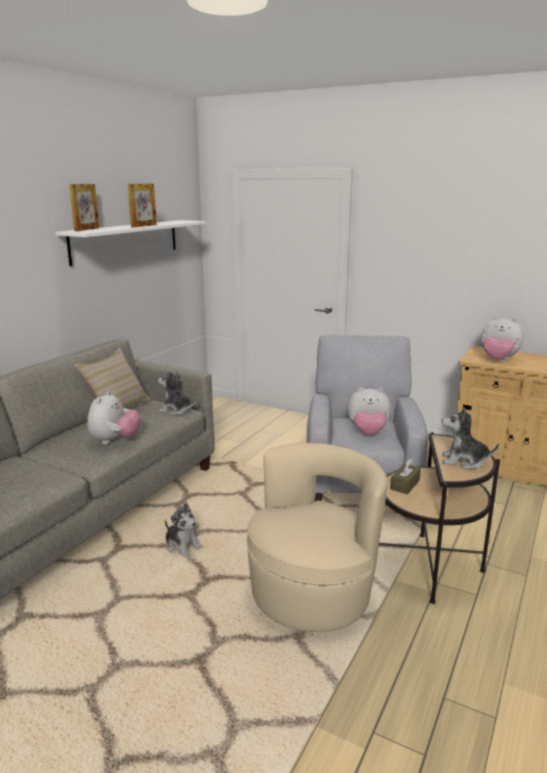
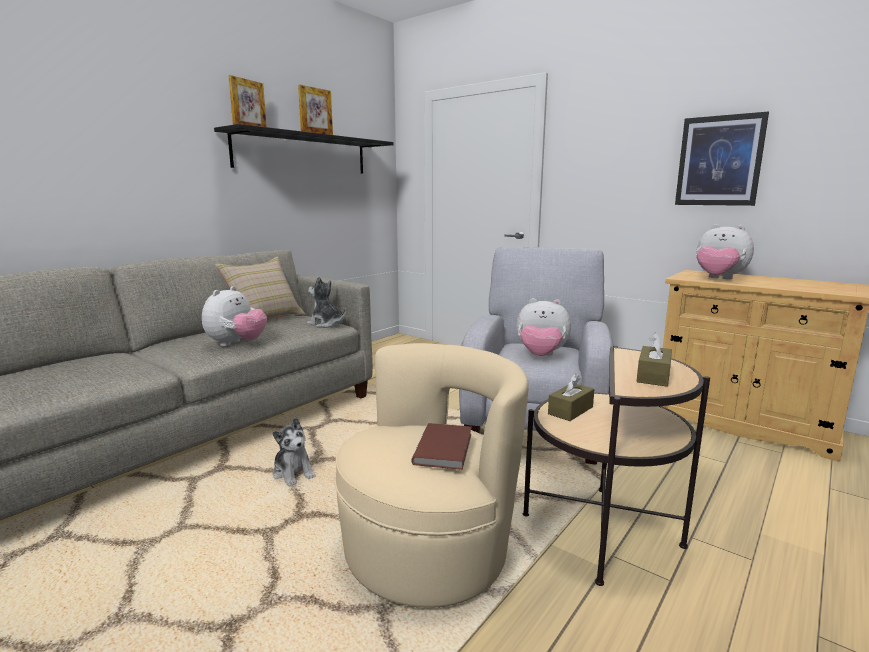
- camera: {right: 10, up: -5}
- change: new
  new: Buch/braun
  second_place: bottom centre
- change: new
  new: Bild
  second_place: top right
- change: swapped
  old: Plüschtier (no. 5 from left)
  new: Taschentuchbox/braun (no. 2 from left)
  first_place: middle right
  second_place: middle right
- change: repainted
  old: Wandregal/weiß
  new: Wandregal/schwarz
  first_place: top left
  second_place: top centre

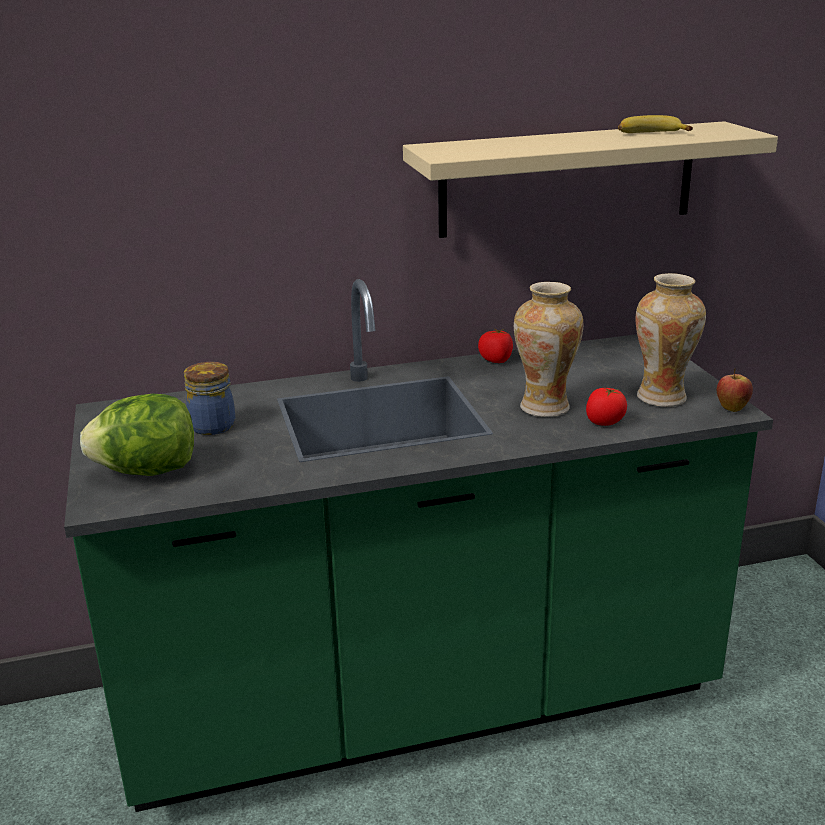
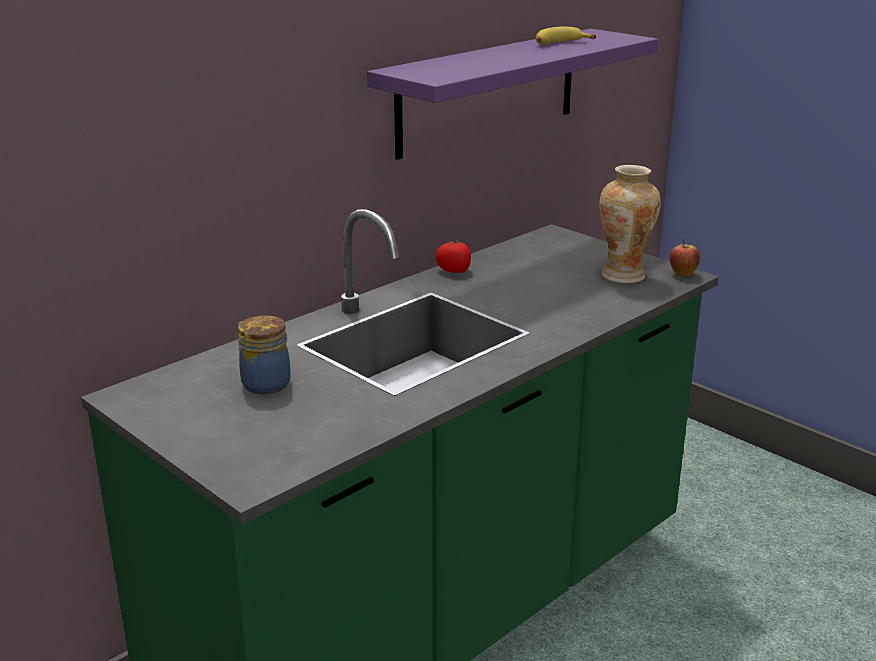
- camera: {right: -30, up: 0}
- change: gone
  old: Salatkopf
  first_place: middle left
- change: gone
  old: Vase (no. 1 from left)
  first_place: centre
- change: gone
  old: Tomate (no. 2 from left)
  first_place: middle right
- change: repainted
  old: Wandregal/beige
  new: Wandregal/lila
  first_place: top right
  second_place: top centre

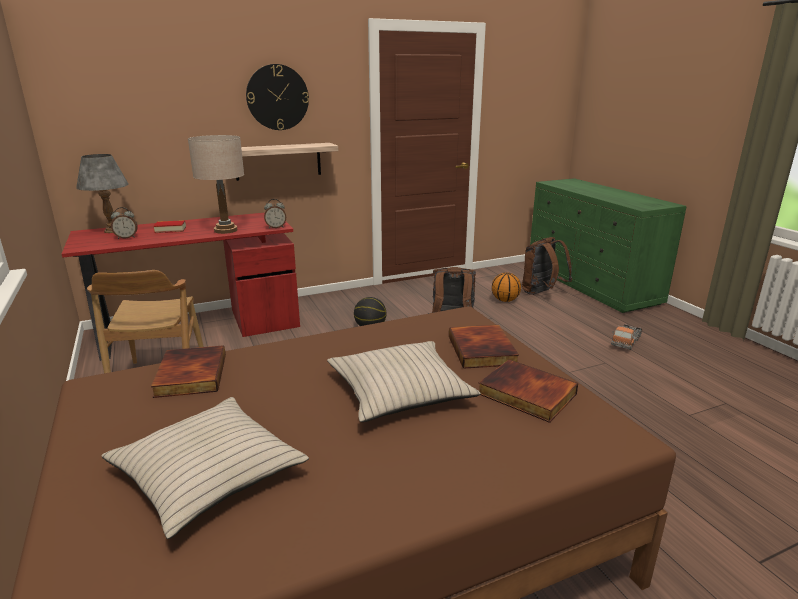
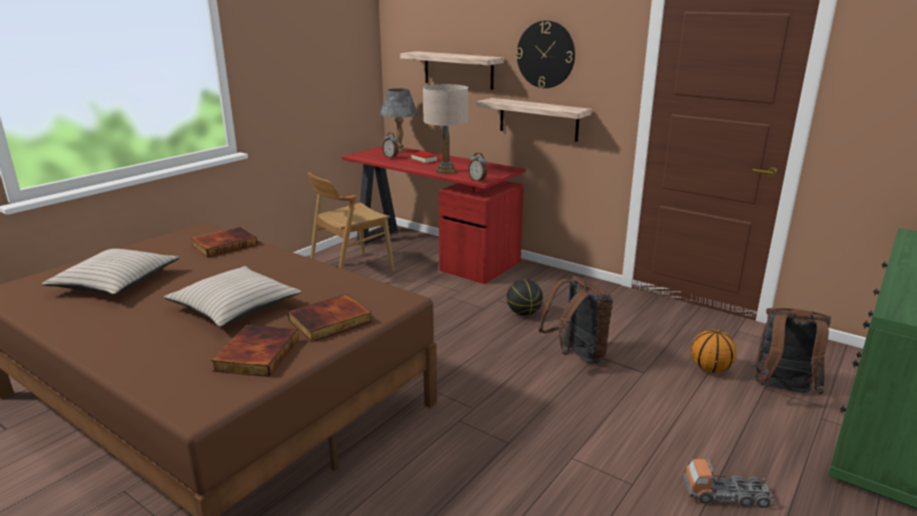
- camera: {right: 60, up: 0}
- change: new
  new: Wandregal (no. 1 from left)
  second_place: top centre

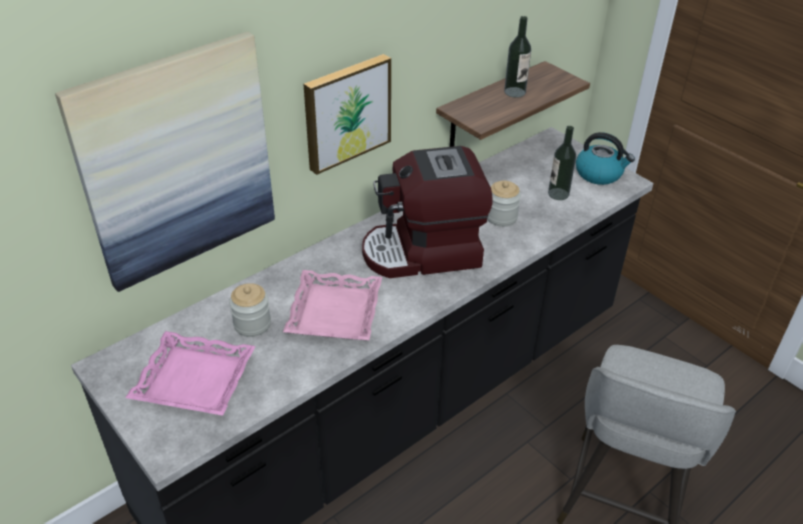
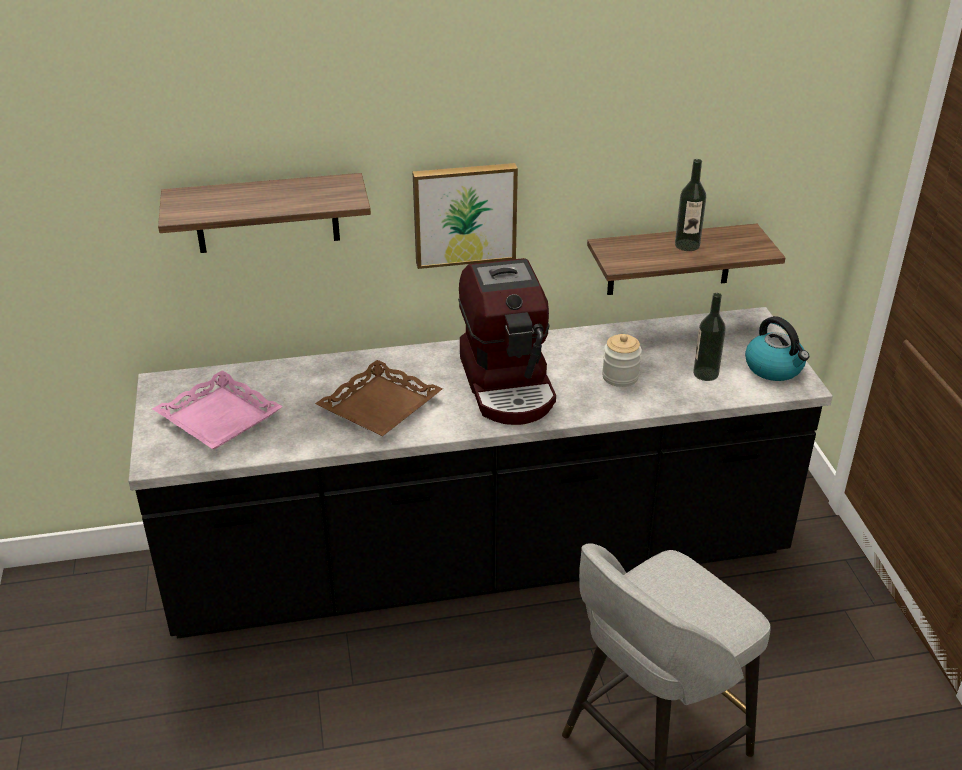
- camera: {right: 30, up: -5}
- change: gone
  old: Vorratsglas (no. 1 from left)
  first_place: middle left
- change: swapped
  old: Bild (no. 1 from left)
  new: Wandregal (no. 1 from left)
  first_place: top left
  second_place: top left
- change: repainted
  old: Tablett/rosa (no. 2 from left)
  new: Tablett/braun
  first_place: centre
  second_place: centre
- change: rotated
  old: Kaffeemaschine
  first_place: centre
  second_place: centre
  degrees: -120

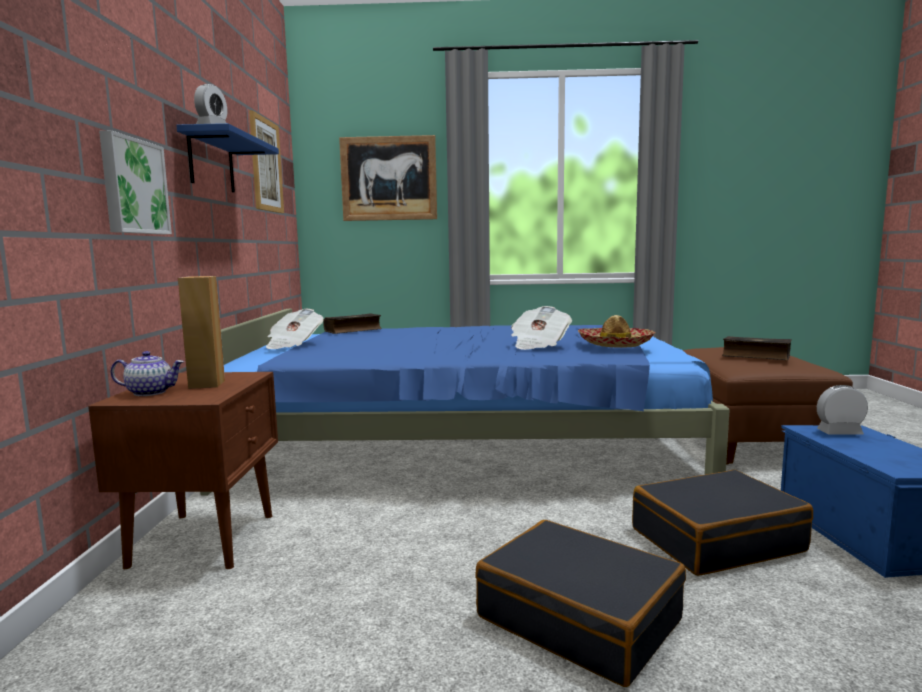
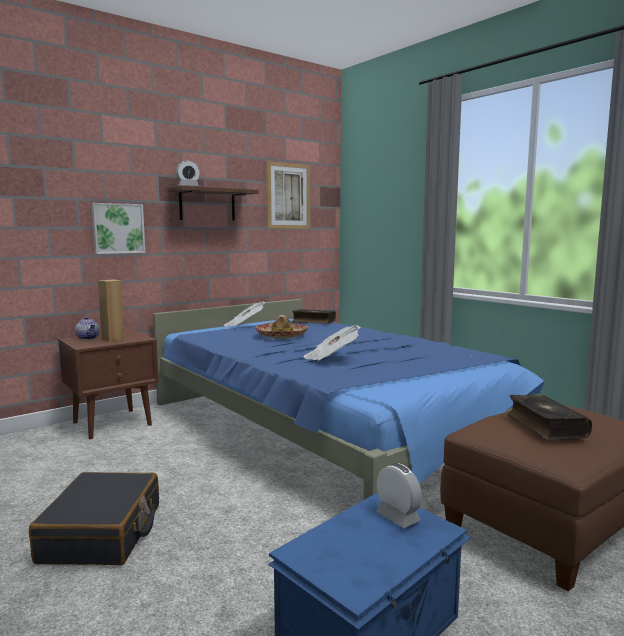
- camera: {right: 50, up: 0}
- change: gone
  old: Bild (no. 3 from left)
  first_place: top centre
- change: gone
  old: Koffer/schwarz (no. 2 from left)
  first_place: bottom right
- change: shifted
  old: Hut
  first_place: middle right
  second_place: centre
- change: repainted
  old: Wandregal/blau
  new: Wandregal/braun
  first_place: top left
  second_place: top centre

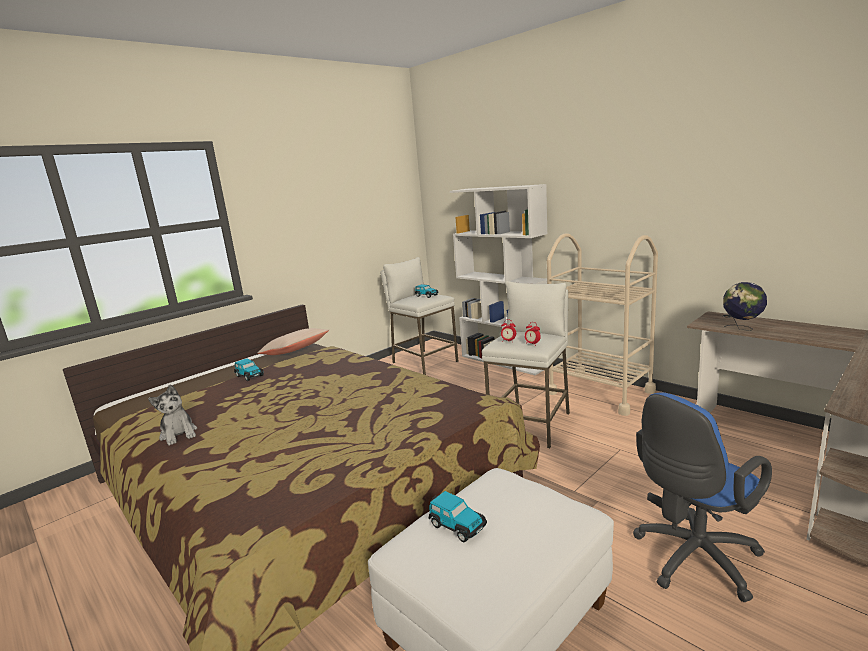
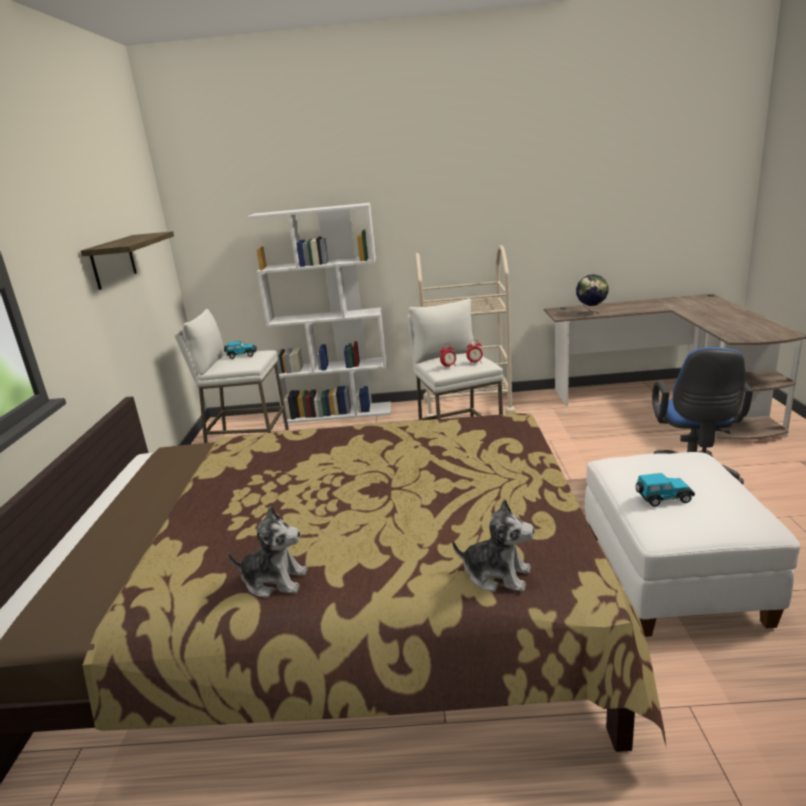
- camera: {right: -45, up: 5}
- change: gone
  old: Spielzeugauto (no. 1 from left)
  first_place: middle left
- change: gone
  old: Kissen/beige
  first_place: centre
- change: new
  new: Wandregal
  second_place: top left
- change: new
  new: Plüschtier (no. 2 from left)
  second_place: bottom centre

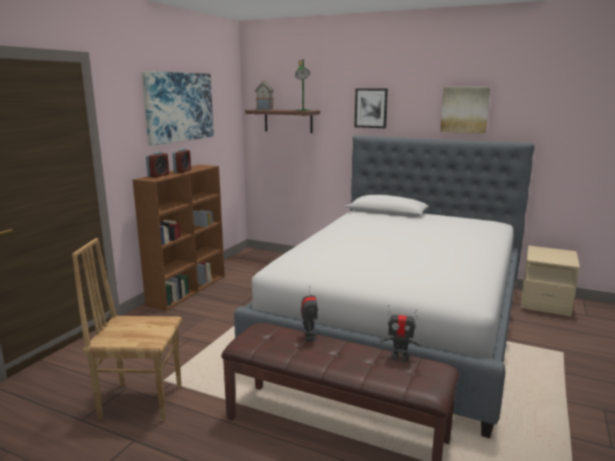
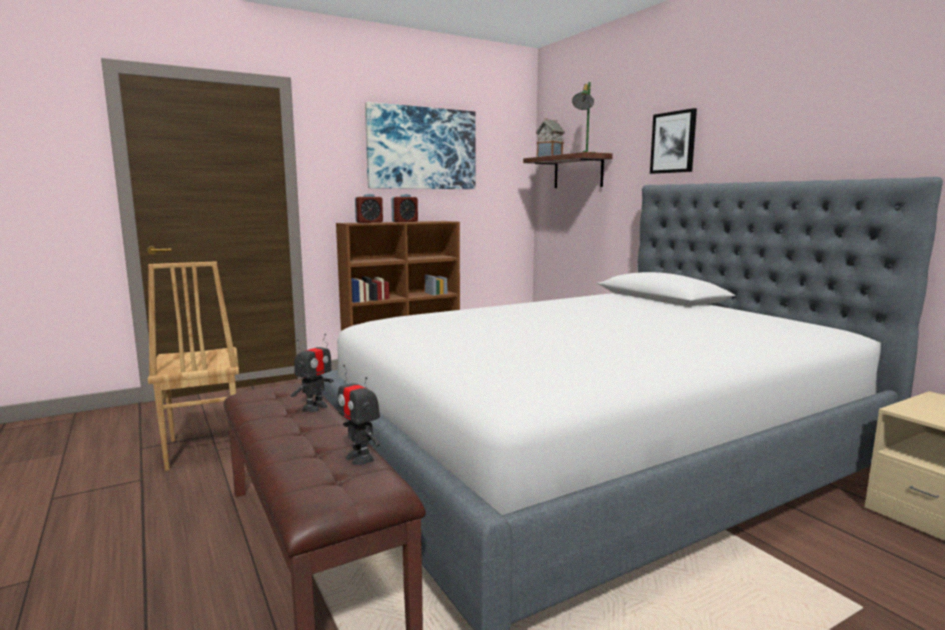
- camera: {right: 35, up: -5}
- change: gone
  old: Bild (no. 3 from left)
  first_place: top right
- change: rotated
  old: Stuhl/braun
  first_place: bottom left
  second_place: middle left
  degrees: -150

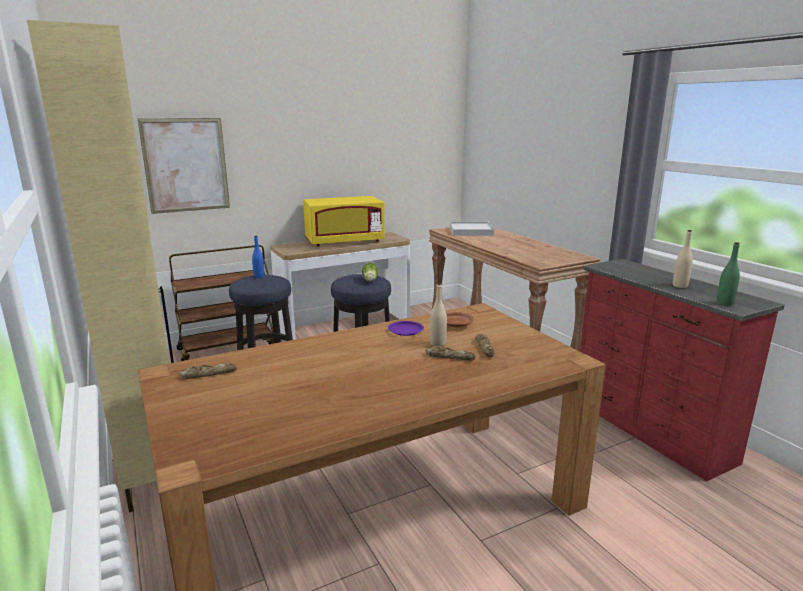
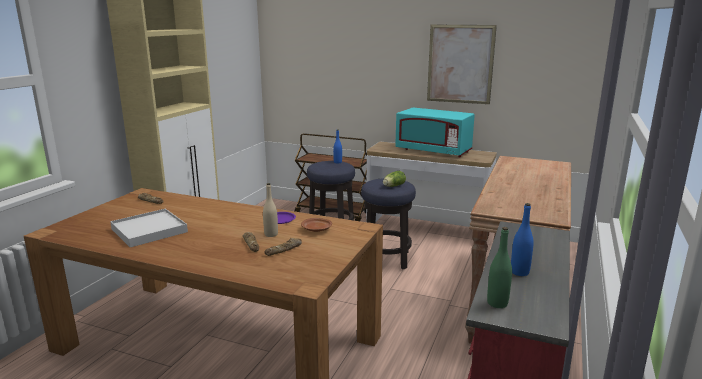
- camera: {right: 50, up: 0}
- change: shifted
  old: Bild
  first_place: top left
  second_place: top centre
- change: shifted
  old: Tablett/weiß
  first_place: centre
  second_place: middle left
- change: repainted
  old: Mikrowelle/gelb
  new: Mikrowelle/türkis
  first_place: centre
  second_place: centre
- change: repainted
  old: Flasche/beige (no. 2 from left)
  new: Flasche/blau (no. 2 from left)
  first_place: middle right
  second_place: middle right

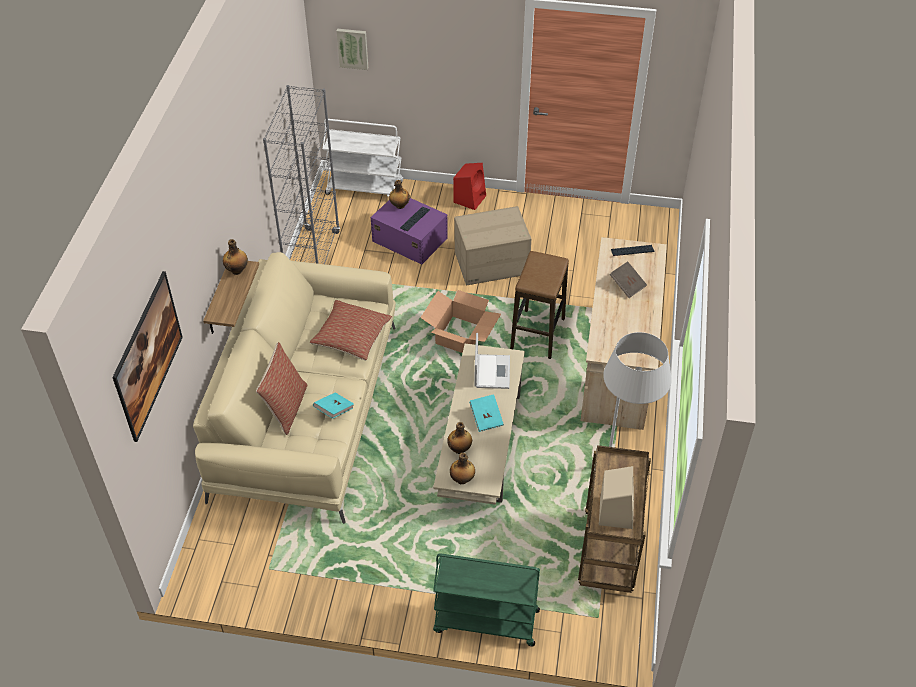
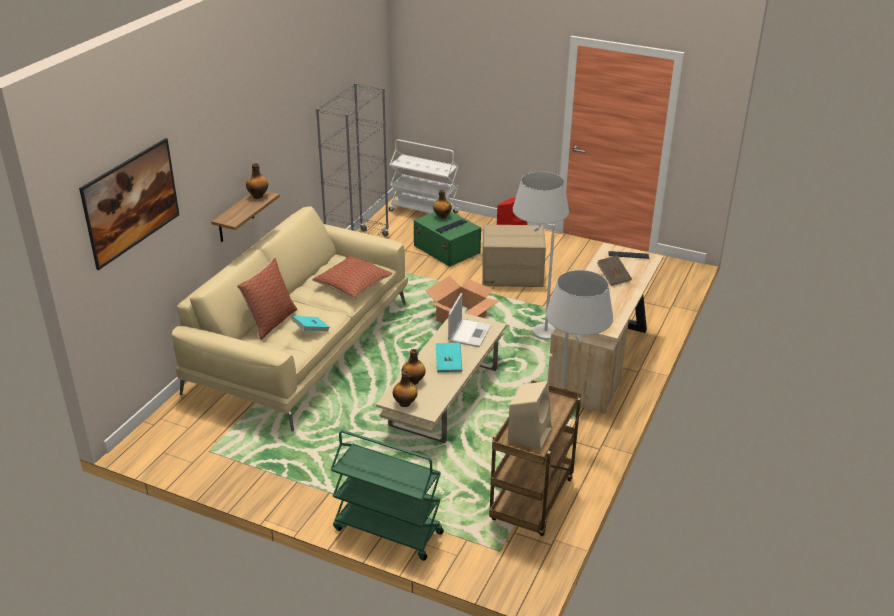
- camera: {right: 15, up: -15}
- change: gone
  old: Bild (no. 2 from left)
  first_place: top centre
- change: swapped
  old: Hocker
  new: Stehlampe/weiß (no. 1 from left)
  first_place: centre
  second_place: centre
- change: repainted
  old: Aufbewahrungsbox/lila
  new: Aufbewahrungsbox/grün
  first_place: centre
  second_place: centre

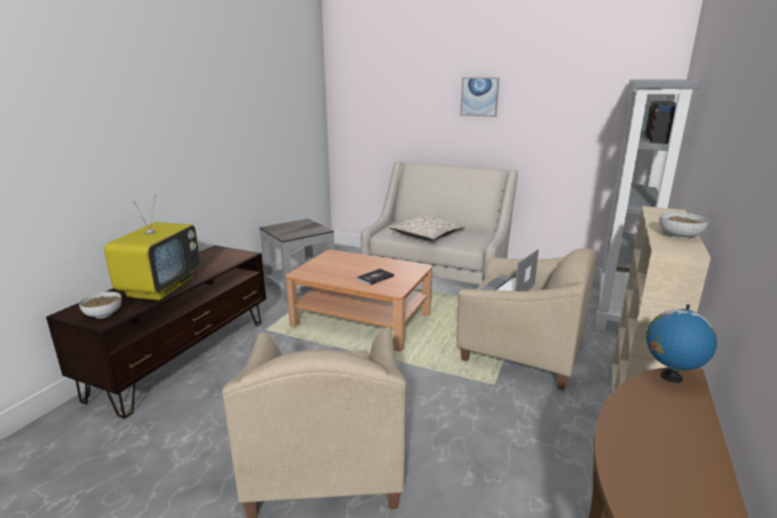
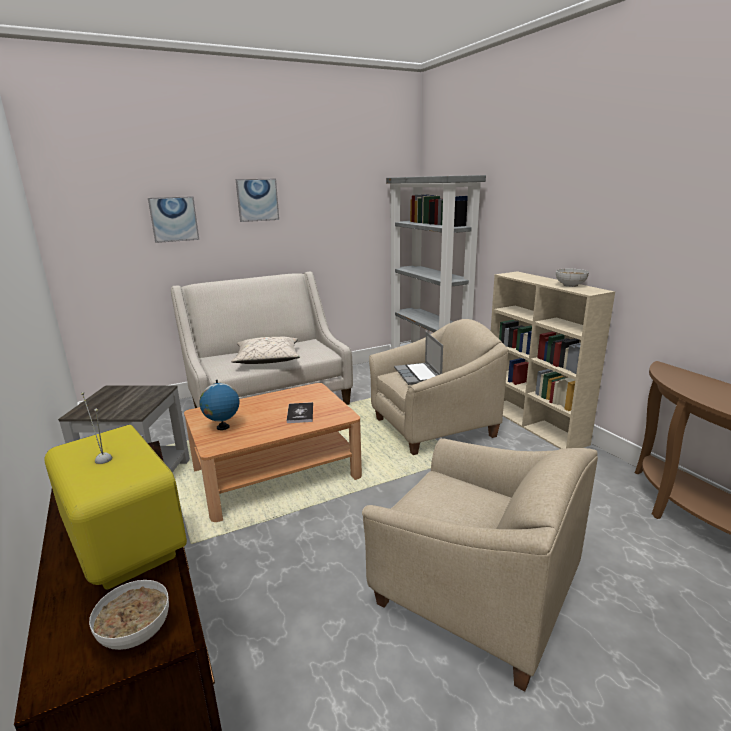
- camera: {right: -50, up: 0}
- change: new
  new: Bild (no. 1 from left)
  second_place: top left
- change: shifted
  old: Globus
  first_place: middle right
  second_place: middle left

